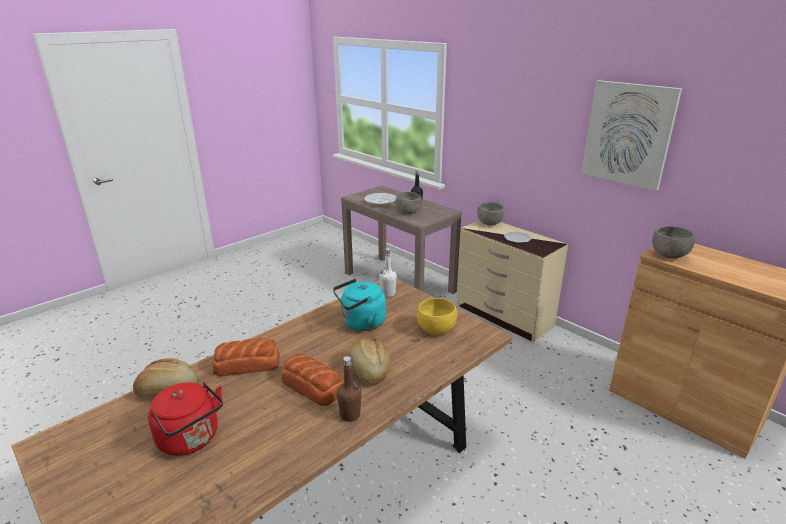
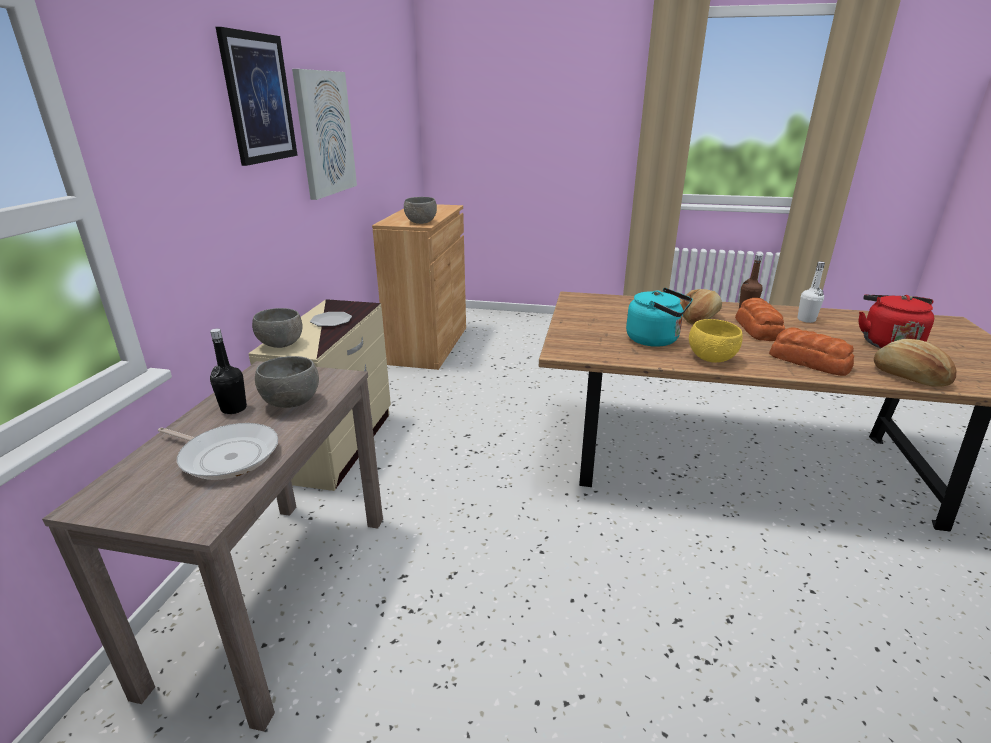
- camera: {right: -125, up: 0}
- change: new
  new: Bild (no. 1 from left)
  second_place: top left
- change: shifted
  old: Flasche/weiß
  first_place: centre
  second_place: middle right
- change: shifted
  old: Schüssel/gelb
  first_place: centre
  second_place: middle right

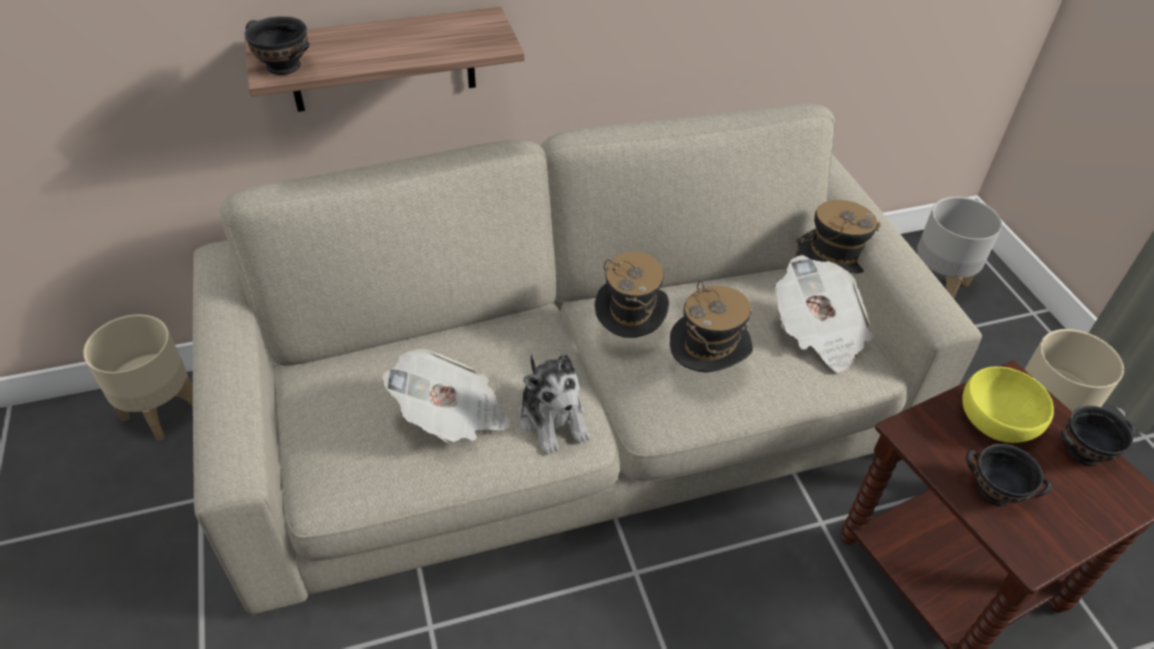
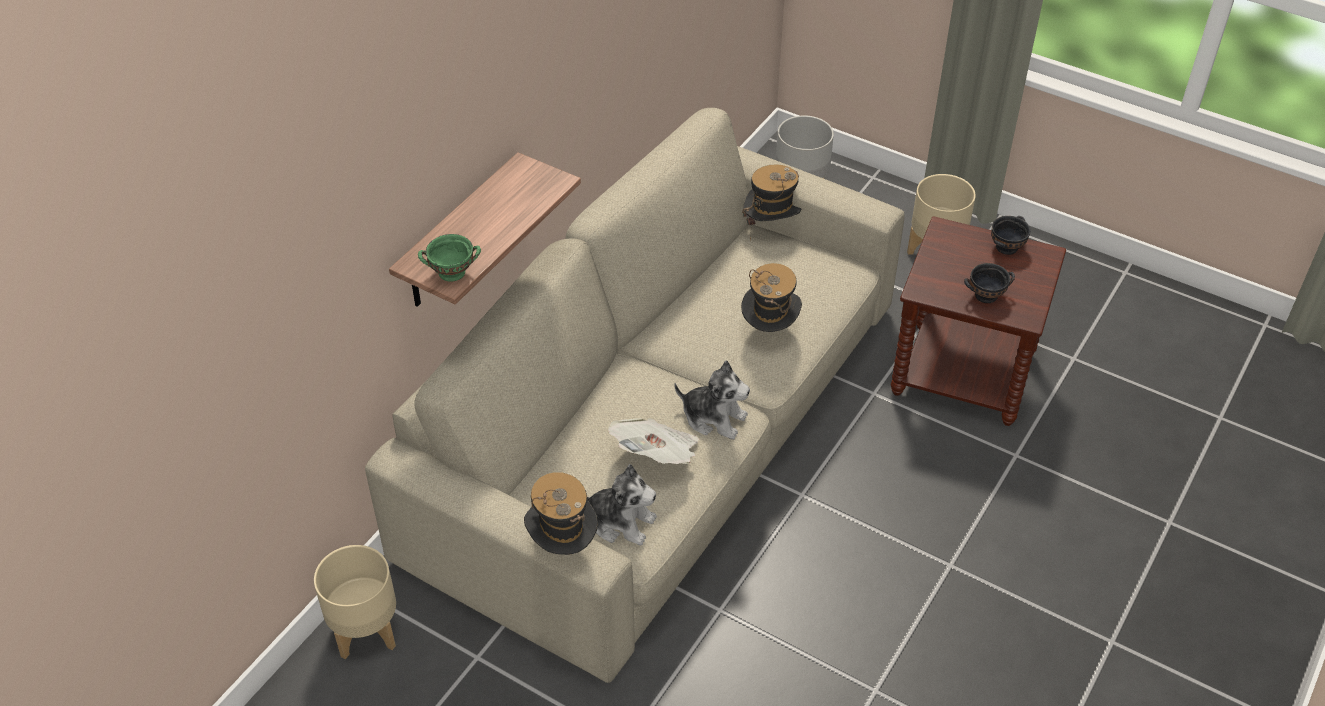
- camera: {right: -40, up: 0}
- change: gone
  old: Zeitung (no. 2 from left)
  first_place: middle right
- change: gone
  old: Schüssel/gelb
  first_place: middle right
- change: new
  new: Plüschtier (no. 1 from left)
  second_place: bottom centre
- change: shifted
  old: Hut (no. 1 from left)
  first_place: centre
  second_place: bottom centre
- change: repainted
  old: Schüssel/schwarz (no. 1 from left)
  new: Schüssel/grün
  first_place: top left
  second_place: centre

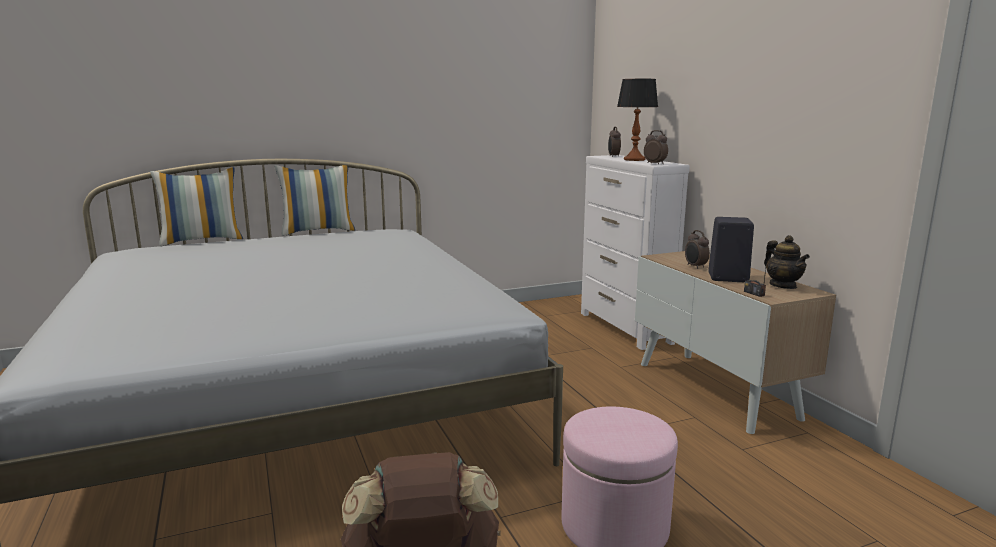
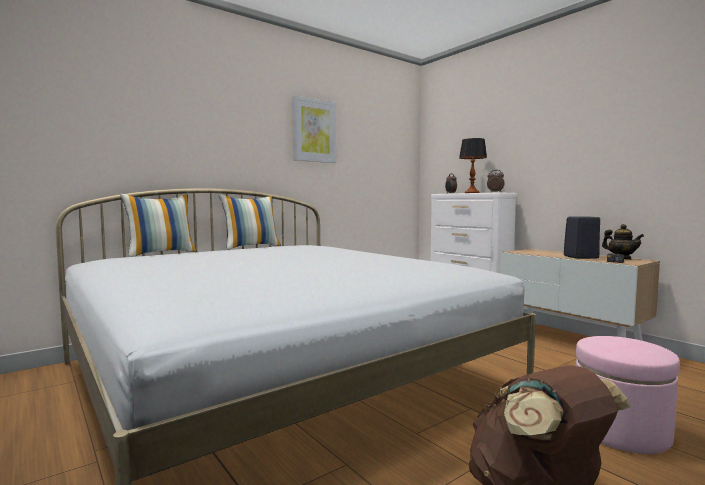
- camera: {right: -15, up: -10}
- change: gone
  old: Wecker (no. 3 from left)
  first_place: middle right
- change: new
  new: Bild
  second_place: top centre

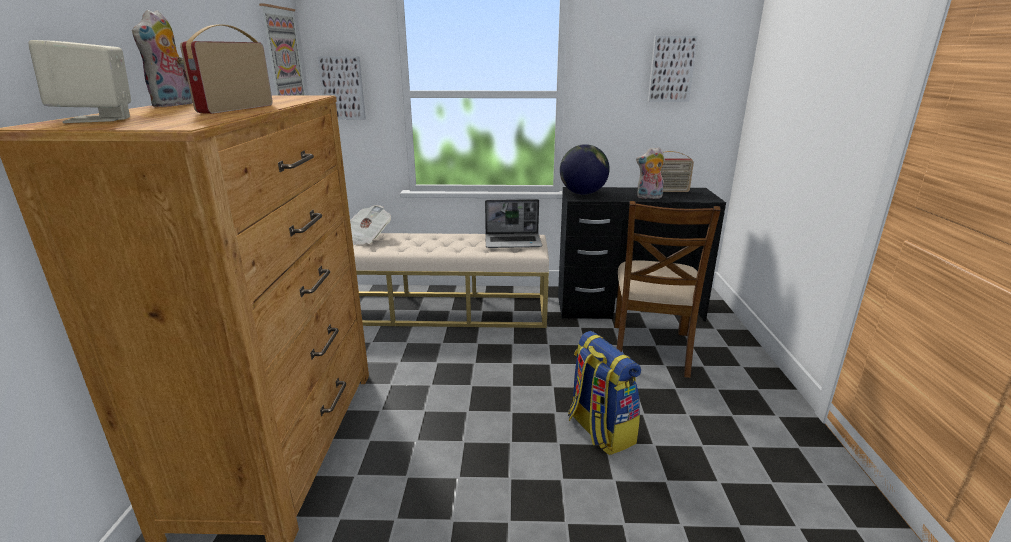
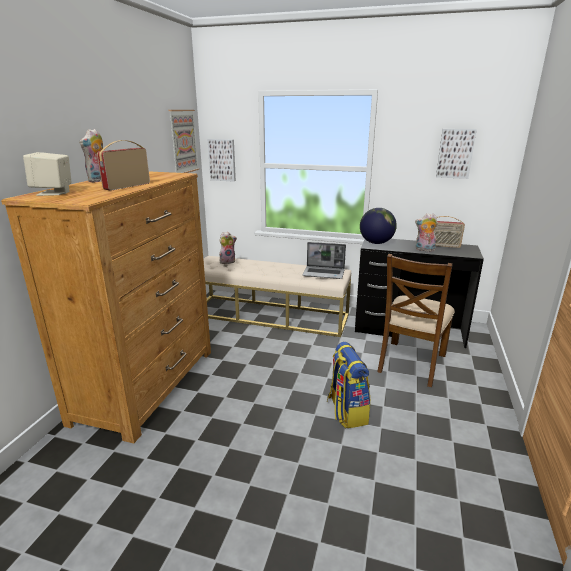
- camera: {right: 15, up: 0}
- change: swapped
  old: Zeitung
  new: Plüschtier (no. 2 from left)
  first_place: centre
  second_place: centre

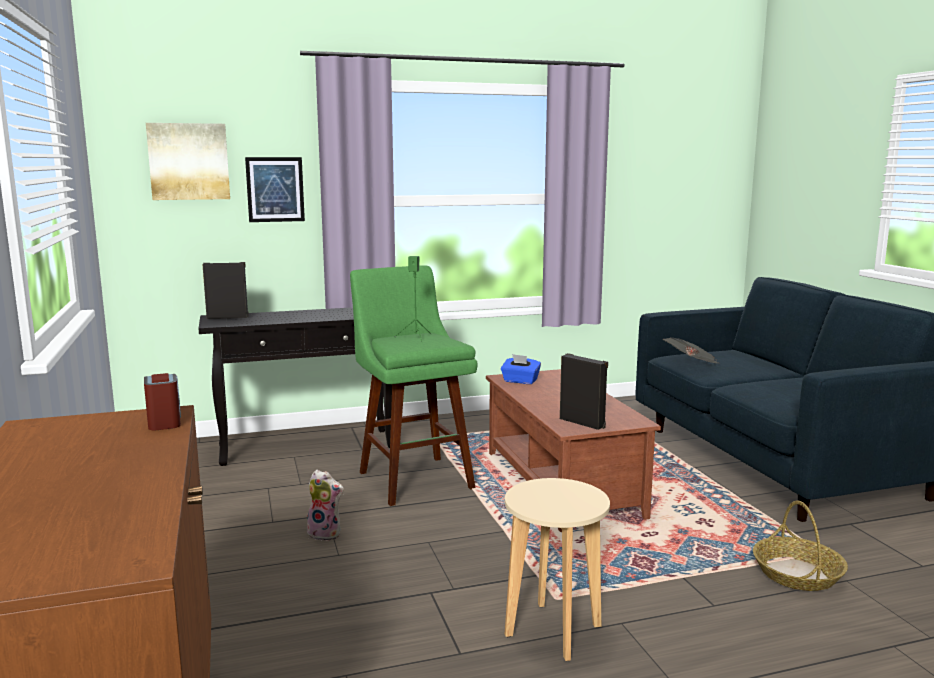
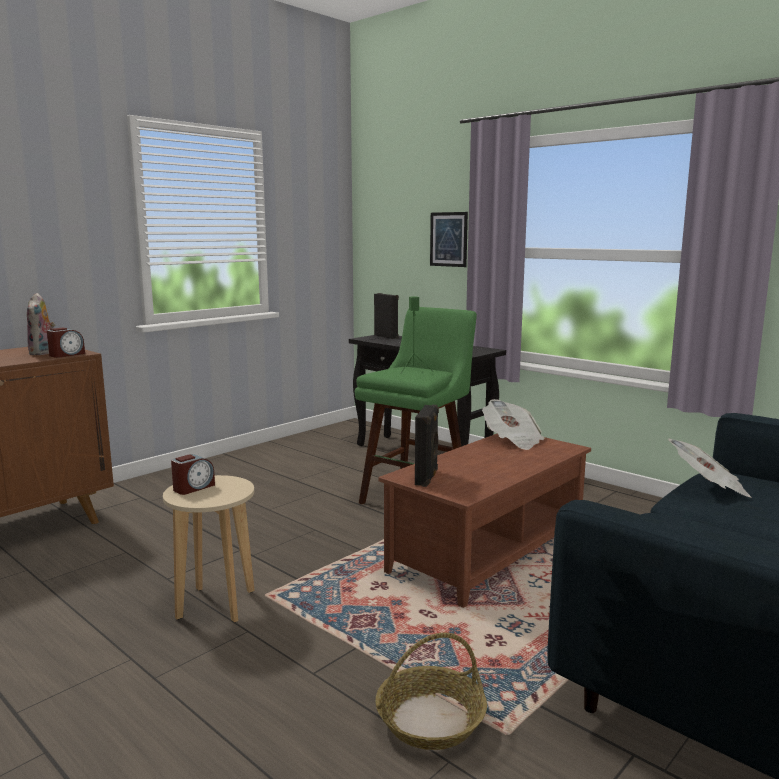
- camera: {right: 60, up: 0}
- change: gone
  old: Bild (no. 1 from left)
  first_place: top left
- change: new
  new: Wecker (no. 2 from left)
  second_place: middle left
- change: shifted
  old: Plüschtier
  first_place: bottom centre
  second_place: middle left
- change: swapped
  old: Taschentuchbox/blau
  new: Zeitung (no. 1 from left)
  first_place: centre
  second_place: centre

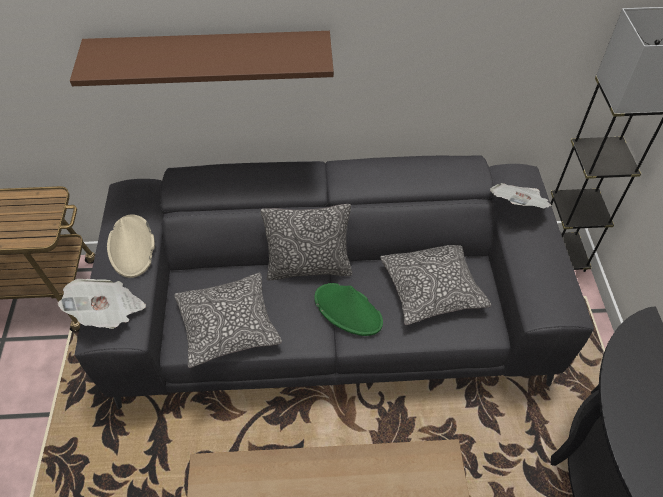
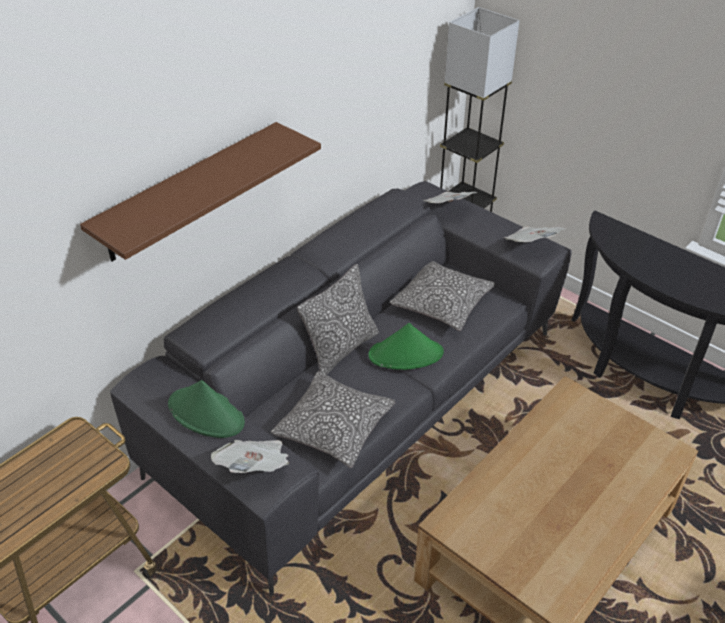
- camera: {right: -45, up: -10}
- change: new
  new: Zeitung (no. 3 from left)
  second_place: middle right
- change: repainted
  old: Hut/beige
  new: Hut/grün (no. 1 from left)
  first_place: middle left
  second_place: middle left

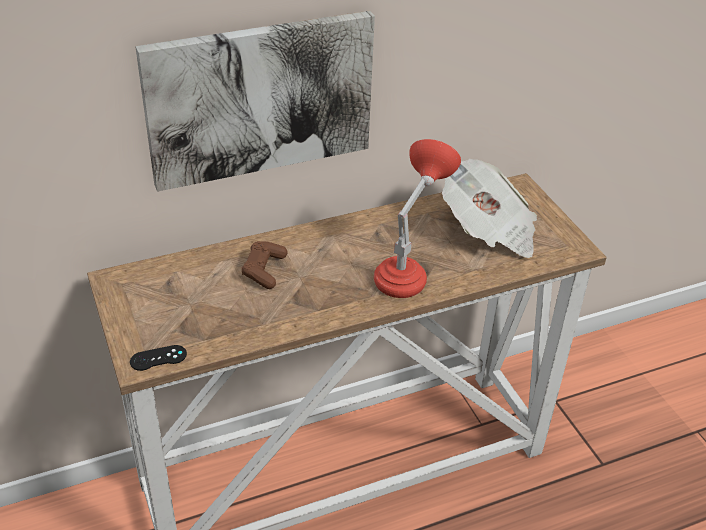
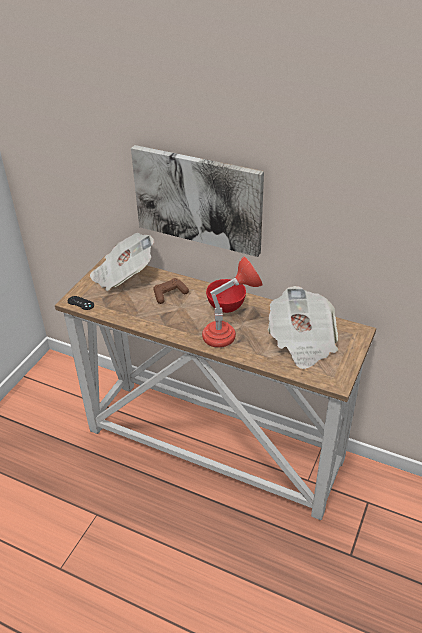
- camera: {right: 50, up: 0}
- change: new
  new: Zeitung (no. 1 from left)
  second_place: middle left
- change: new
  new: Schüssel/rot
  second_place: centre

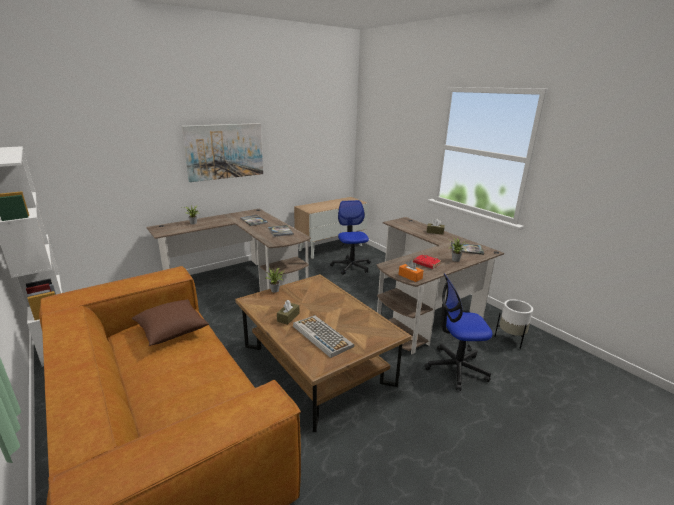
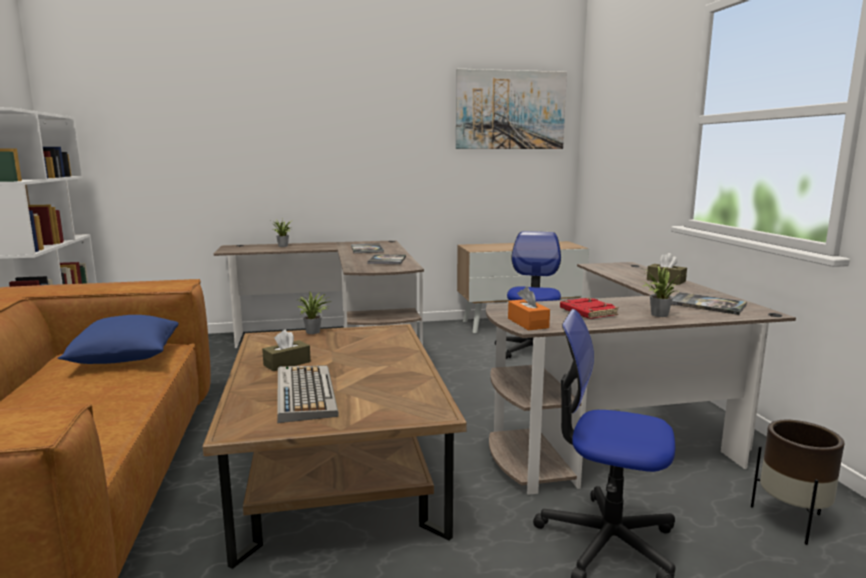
- camera: {right: 25, up: -10}
- change: shifted
  old: Bild
  first_place: top left
  second_place: top centre
- change: repainted
  old: Kissen/braun
  new: Kissen/blau
  first_place: middle left
  second_place: middle left
- change: repainted
  old: Pflanzkübel/weiß
  new: Pflanzkübel/braun
  first_place: middle right
  second_place: bottom right

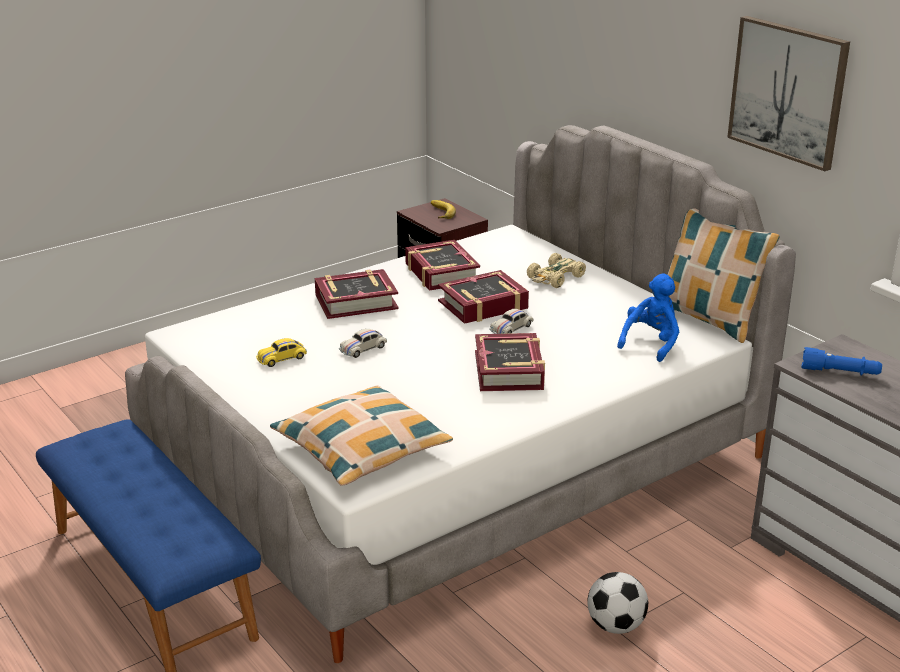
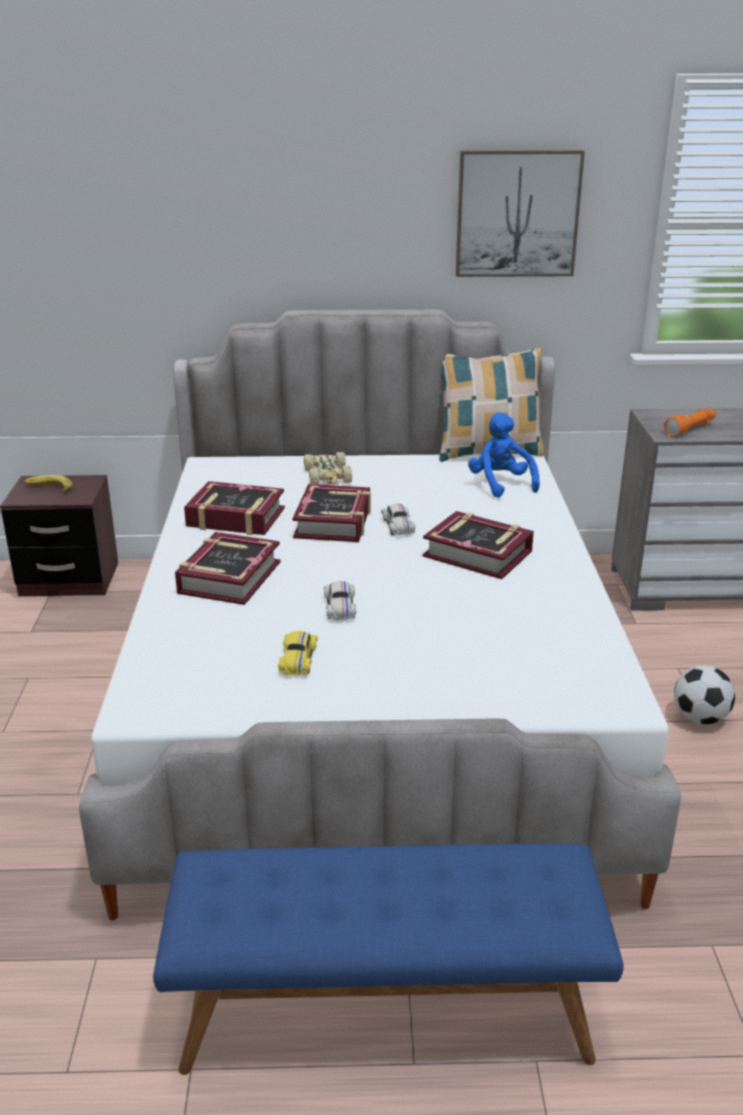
- camera: {right: -55, up: 0}
- change: gone
  old: Kissen (no. 1 from left)
  first_place: centre
- change: repainted
  old: Taschenlampe/blau
  new: Taschenlampe/orange
  first_place: middle right
  second_place: middle right

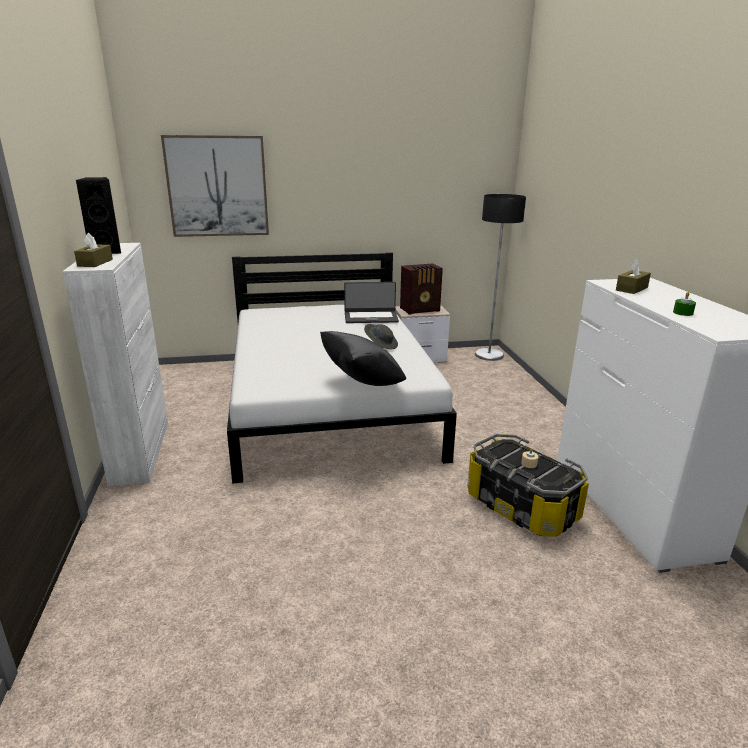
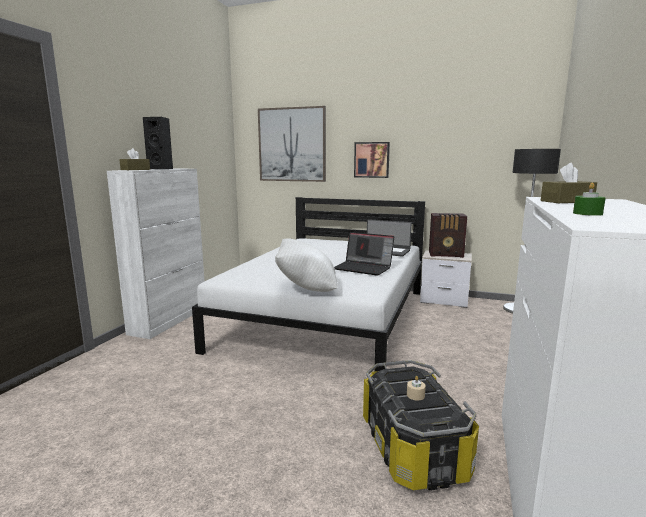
- camera: {right: 30, up: -10}
- change: new
  new: Bild (no. 2 from left)
  second_place: top centre
- change: swapped
  old: Hut/grau
  new: Laptop (no. 1 from left)
  first_place: centre
  second_place: centre
- change: repainted
  old: Kissen/schwarz
  new: Kissen/weiß
  first_place: centre
  second_place: centre

